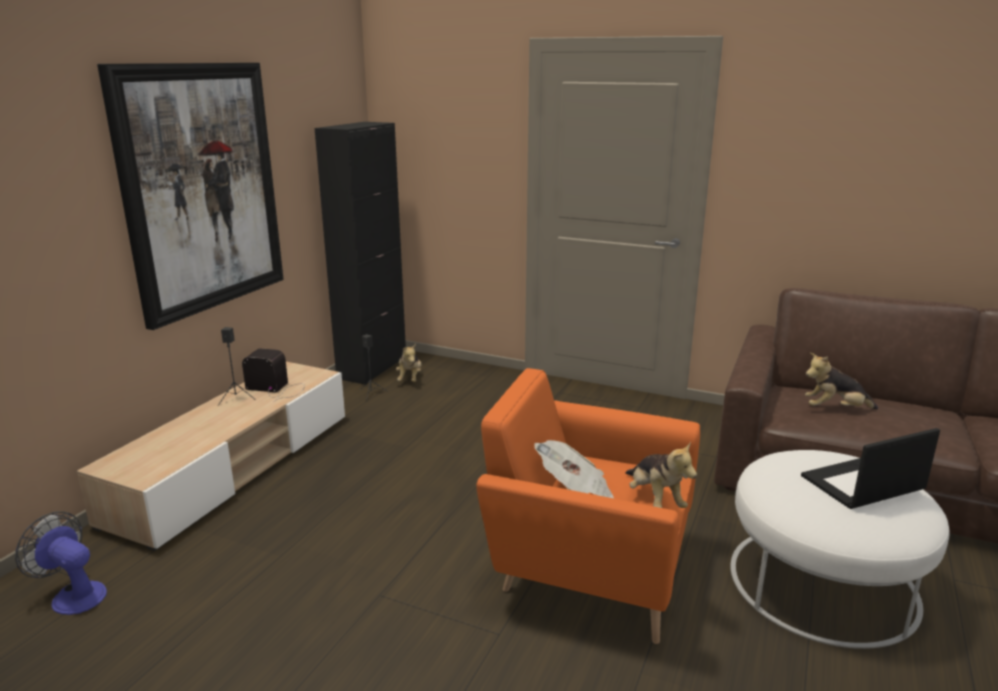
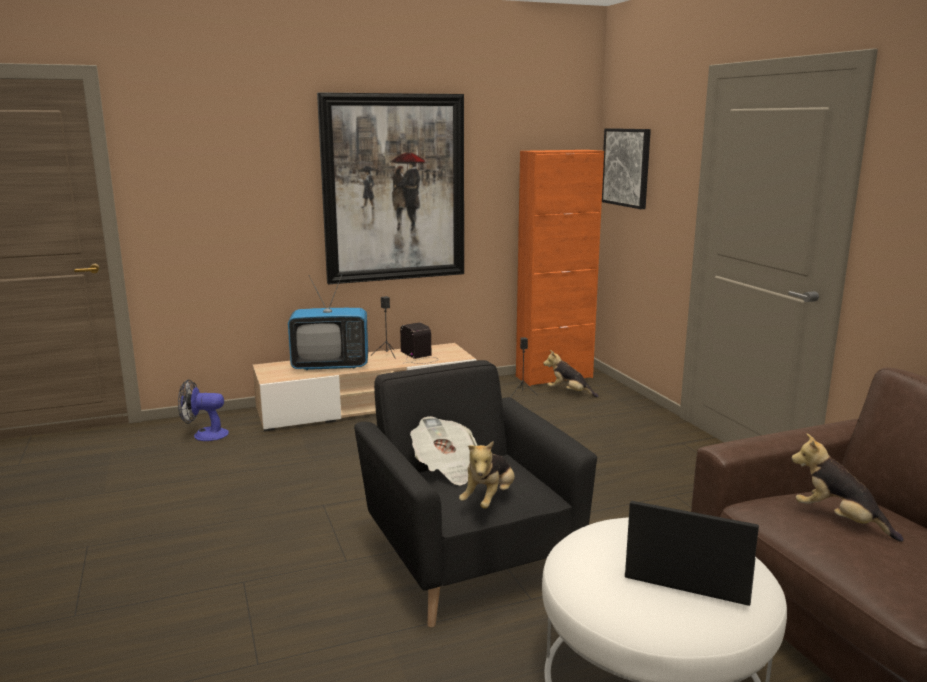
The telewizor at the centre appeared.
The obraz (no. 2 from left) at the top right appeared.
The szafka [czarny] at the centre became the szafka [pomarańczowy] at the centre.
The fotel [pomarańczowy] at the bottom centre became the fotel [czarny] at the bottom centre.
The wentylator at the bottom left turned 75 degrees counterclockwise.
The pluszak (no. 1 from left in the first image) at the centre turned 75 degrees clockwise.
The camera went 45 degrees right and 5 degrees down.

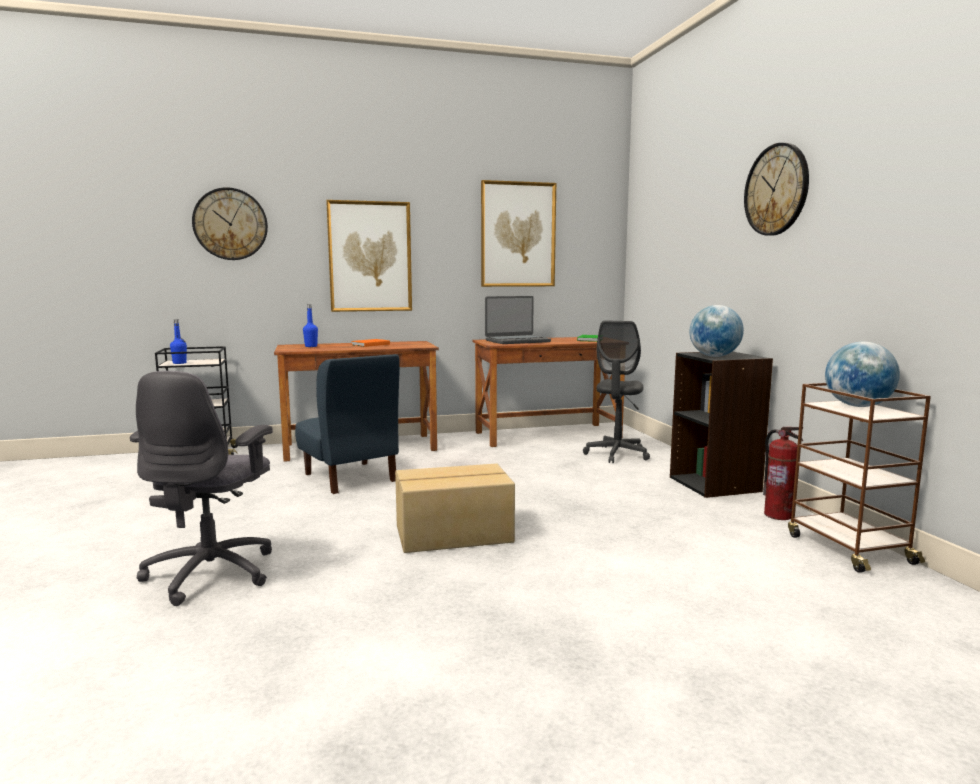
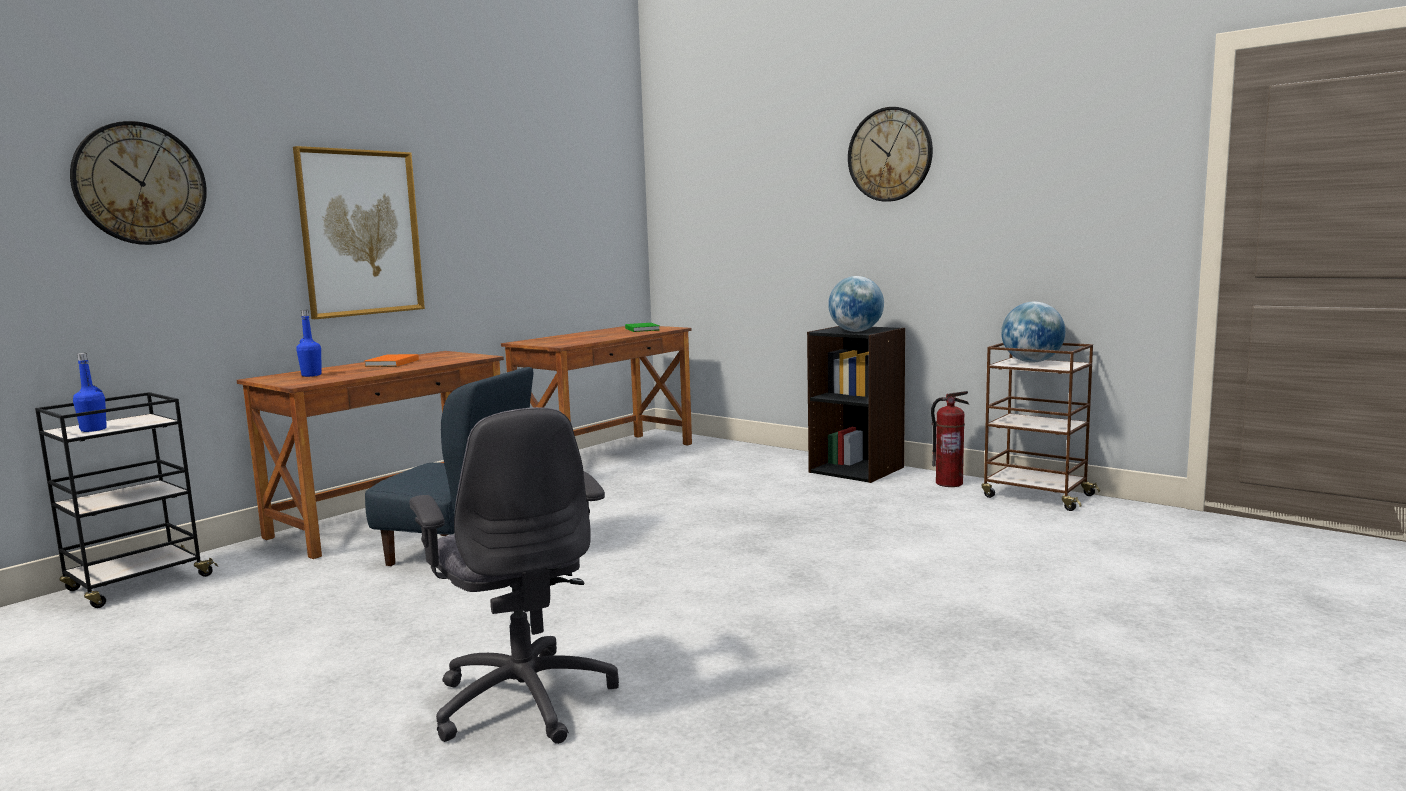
The karton at the centre disappeared.
The obraz (no. 2 from left) at the top centre disappeared.
The laptop at the centre disappeared.
The krzesło biurowe [szary] (no. 2 from left) at the centre disappeared.
The camera went 35 degrees left and 0 degrees up.

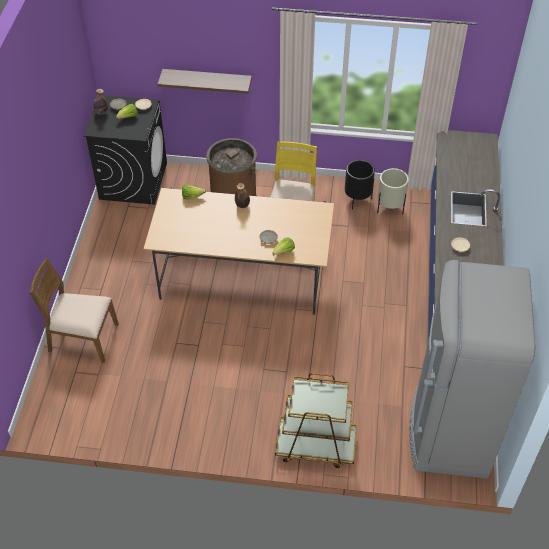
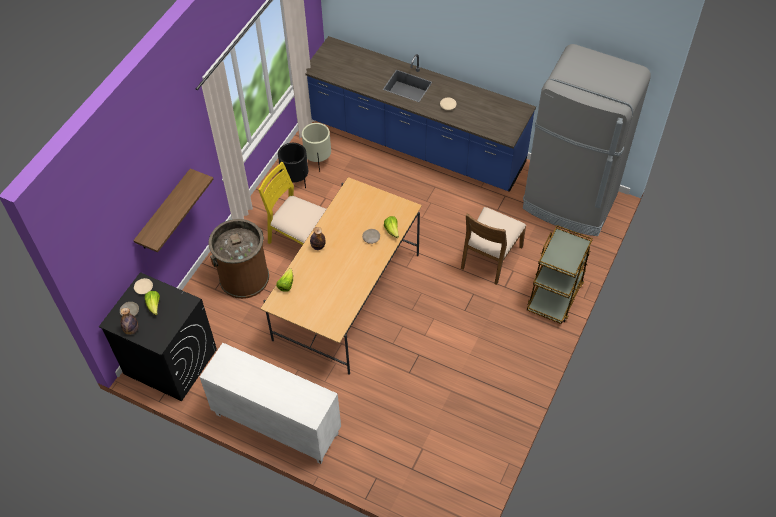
The szafka [biały] at the bottom centre appeared.
The krzesło [brązowy] moved from the middle left to the centre.
The camera went 70 degrees left and 5 degrees up.

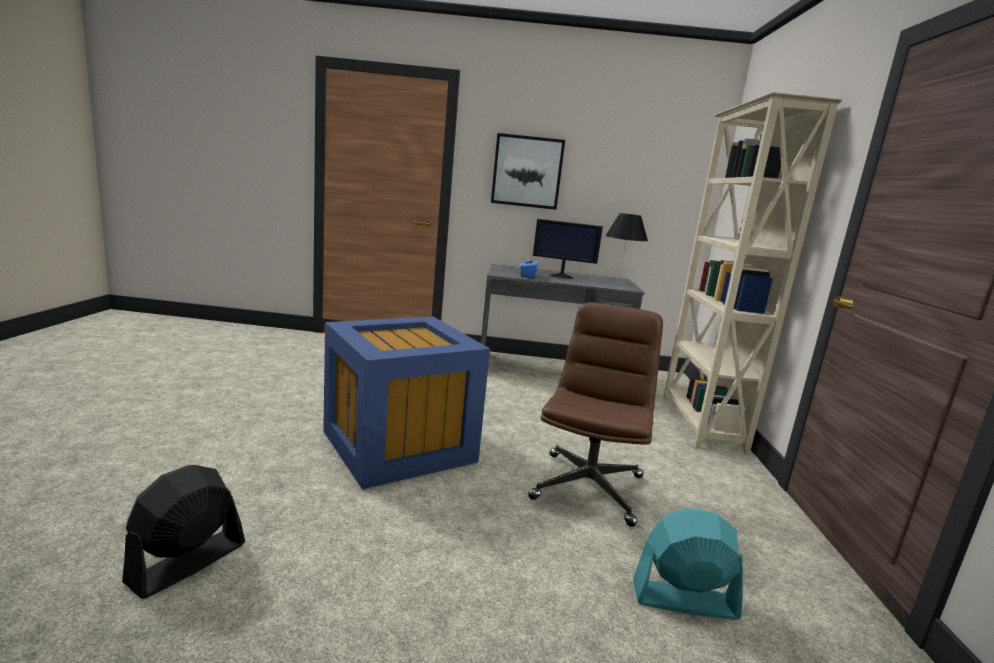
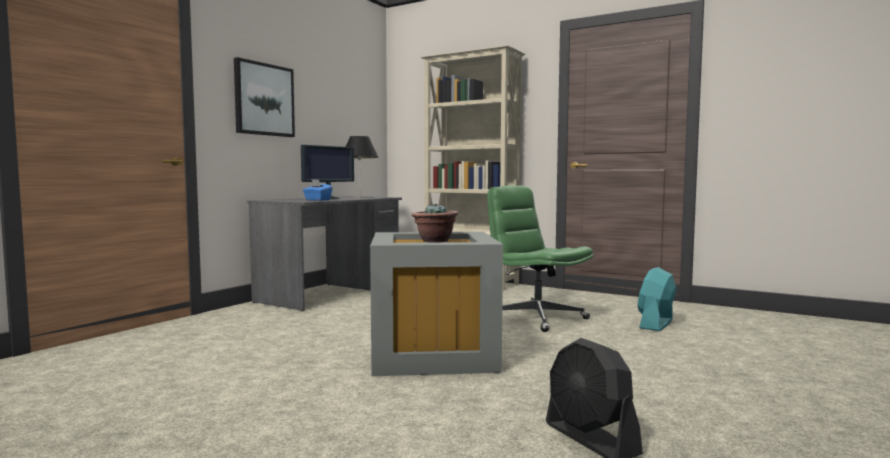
The roślina doniczkowa at the centre appeared.
The pojemnik do przechowywania [niebieski] at the centre became the pojemnik do przechowywania [szary] at the centre.
The krzesło biurowe [brązowy] at the centre became the krzesło biurowe [zielony] at the centre.
The camera went 60 degrees left and 10 degrees down.

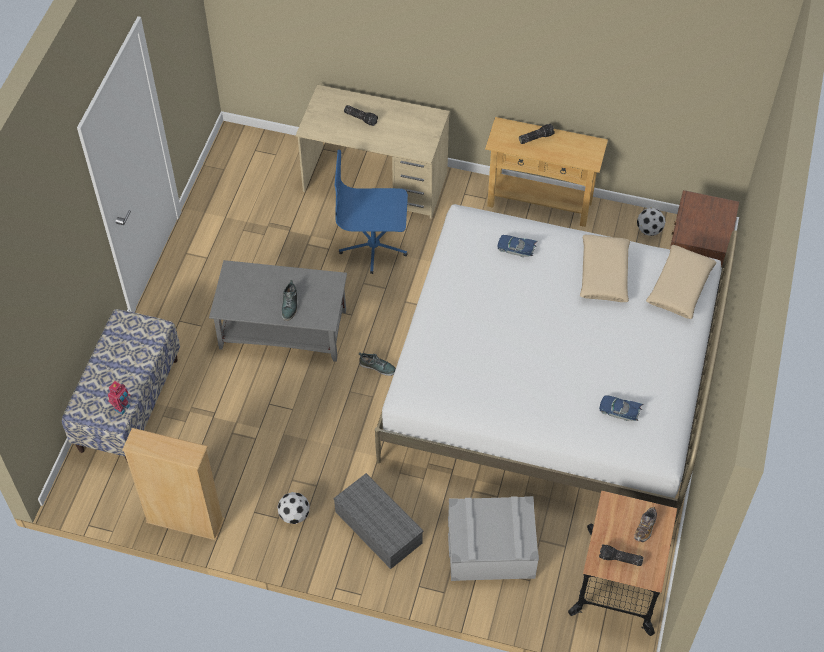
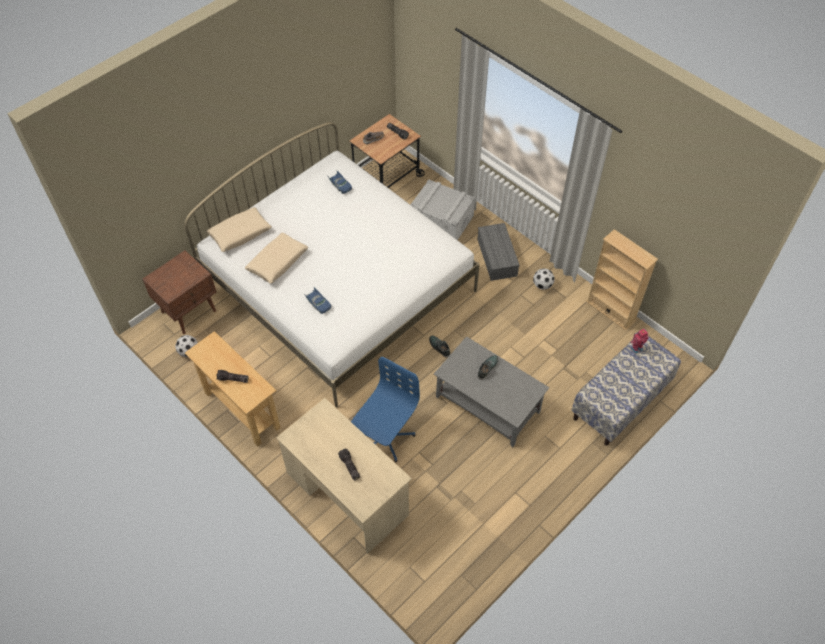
The krzesło biurowe [niebieski] at the top centre turned 90 degrees counterclockwise.
The camera went 150 degrees left and 0 degrees up.

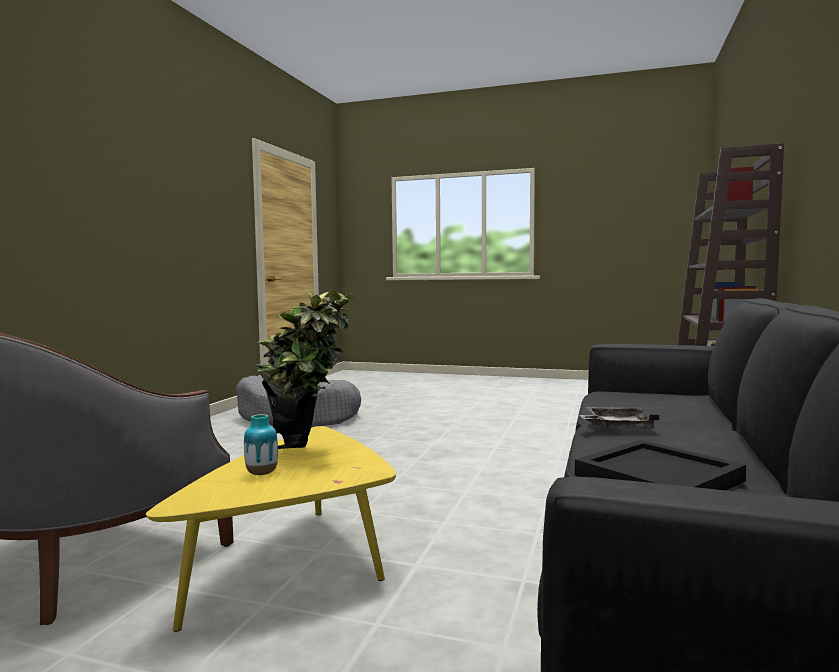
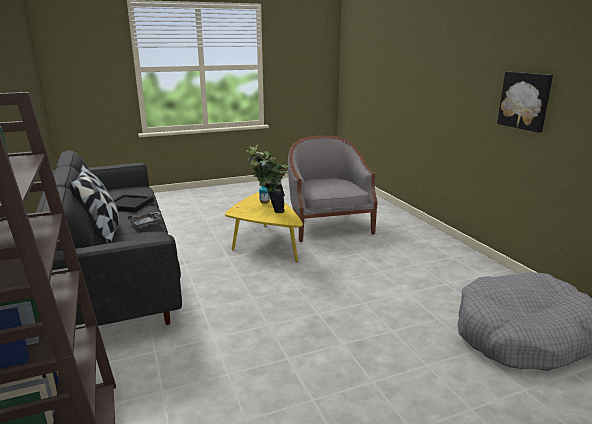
The poduszka at the middle left appeared.
The obraz at the top right appeared.
The camera went 140 degrees right and 15 degrees up.

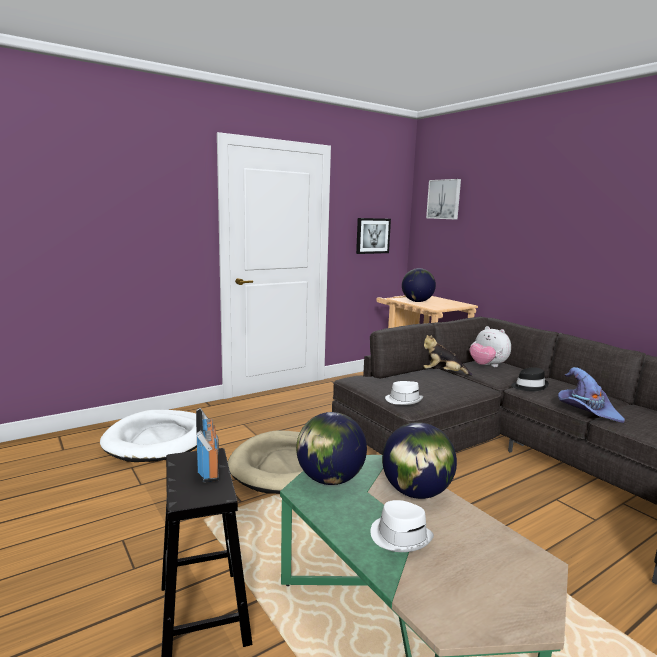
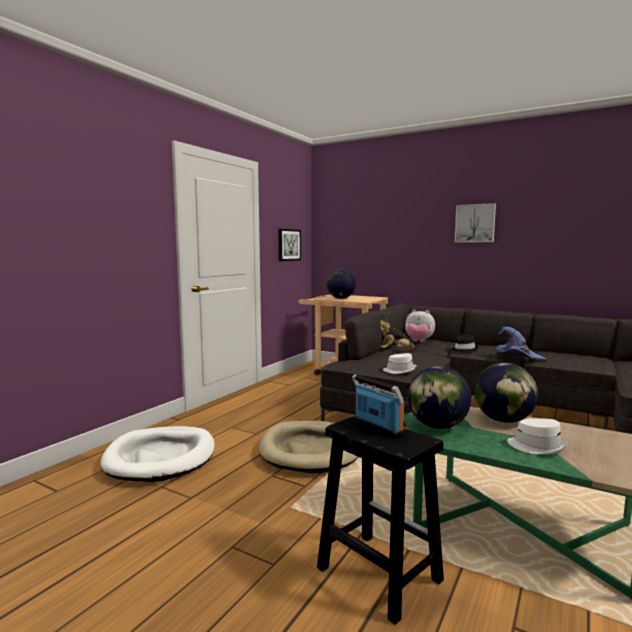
The obraz (no. 2 from left) moved from the top right to the middle right.
The camera went 25 degrees left and 5 degrees down.

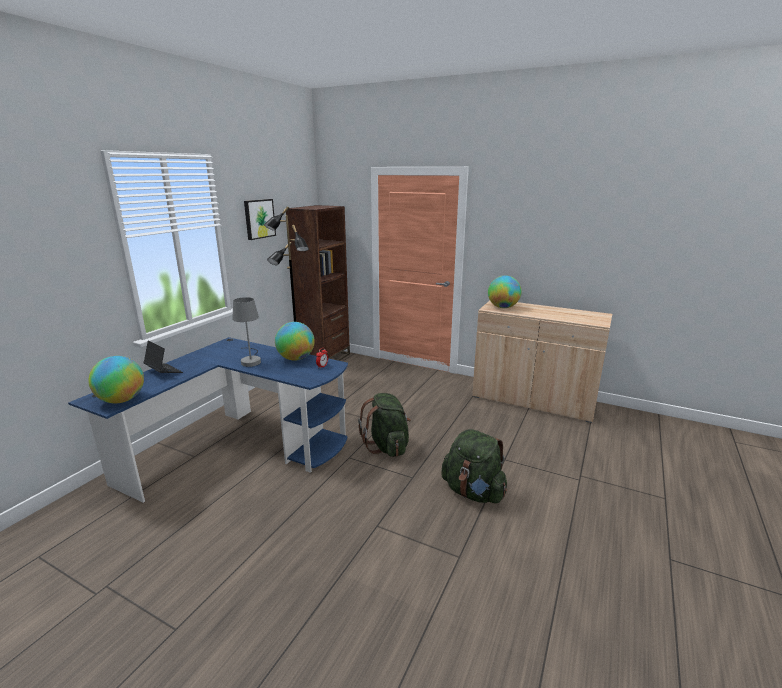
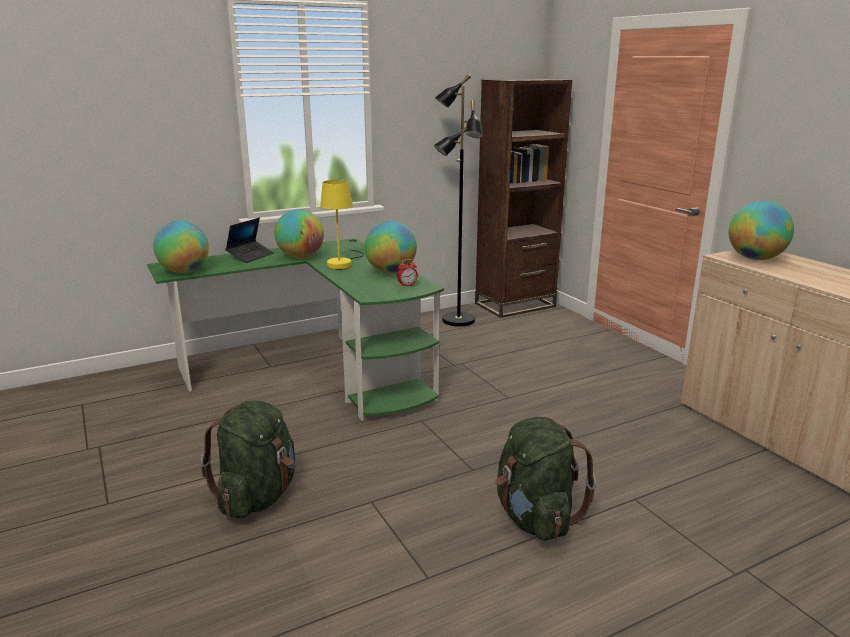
The obraz at the top left disappeared.
The globus (no. 2 from left) at the centre appeared.
The plecak [zielony] (no. 1 from left) moved from the centre to the bottom left.
The biurko [niebieski] at the middle left became the biurko [zielony] at the centre.
The lampa stołowa [szary] at the middle left became the lampa stołowa [żółty] at the centre.
The laptop at the middle left turned 45 degrees clockwise.
The camera went 35 degrees right and 0 degrees up.

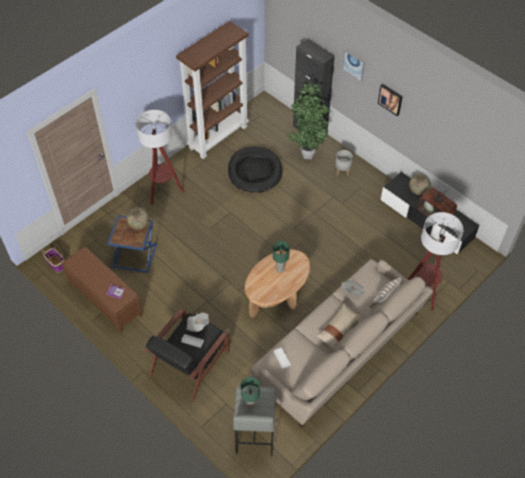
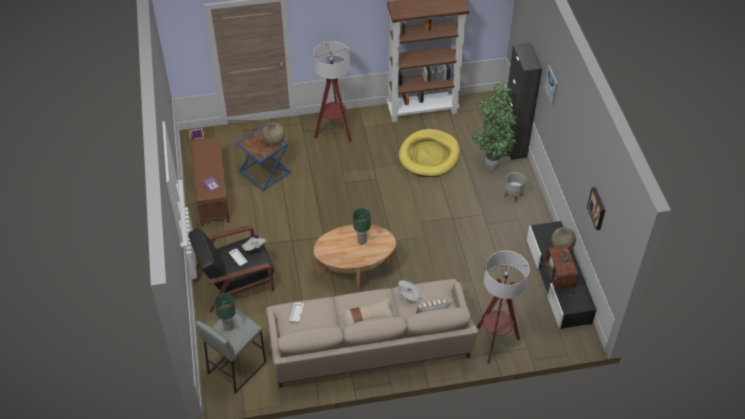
The obraz (no. 2 from left) moved from the top right to the middle right.
The legowisko [czarny] at the centre became the legowisko [żółty] at the centre.
The camera went 35 degrees right and 5 degrees down.

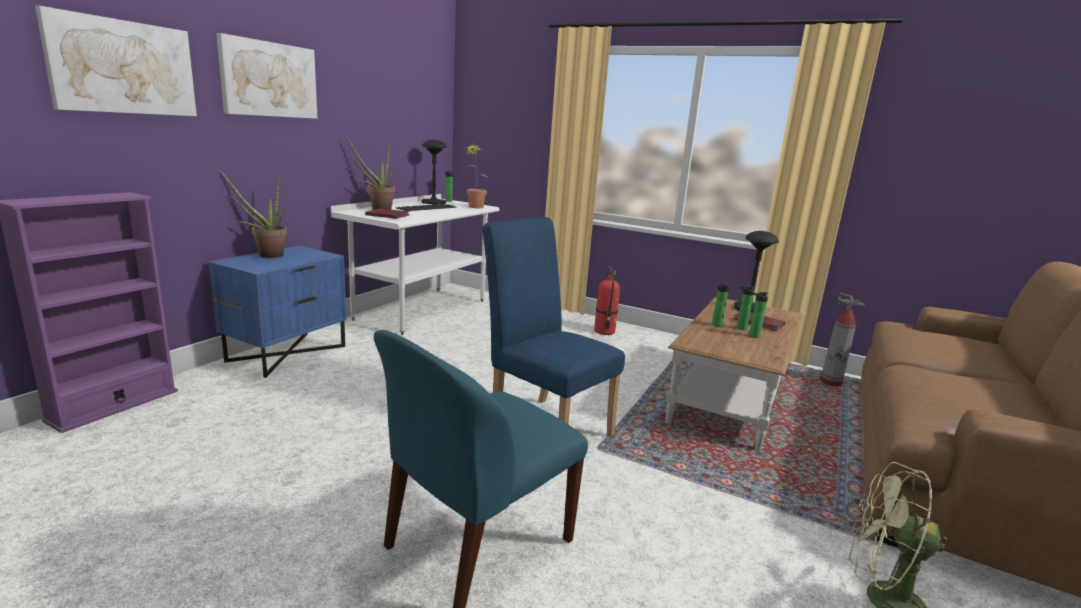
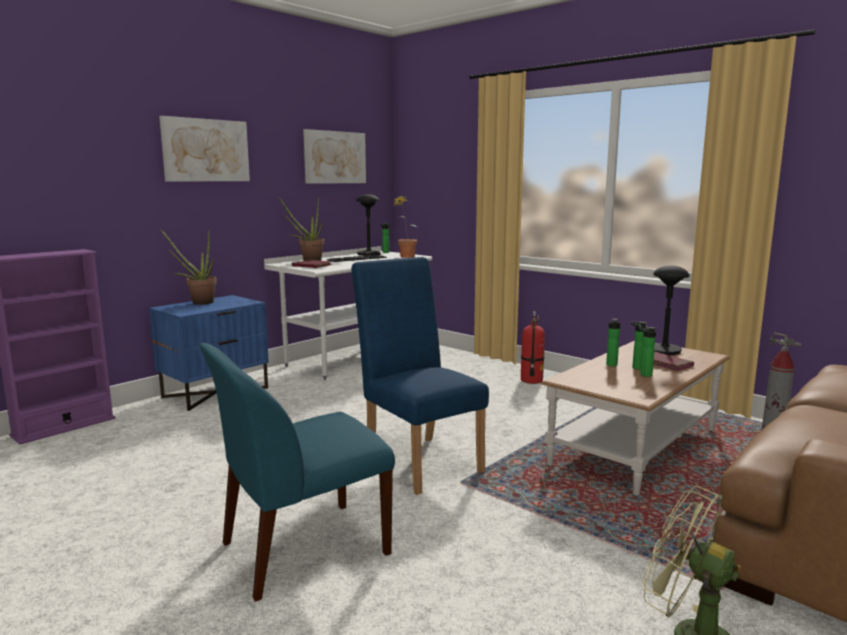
The obraz (no. 1 from left in the first image) moved from the top left to the top centre.
The camera went 15 degrees right and 5 degrees down.

